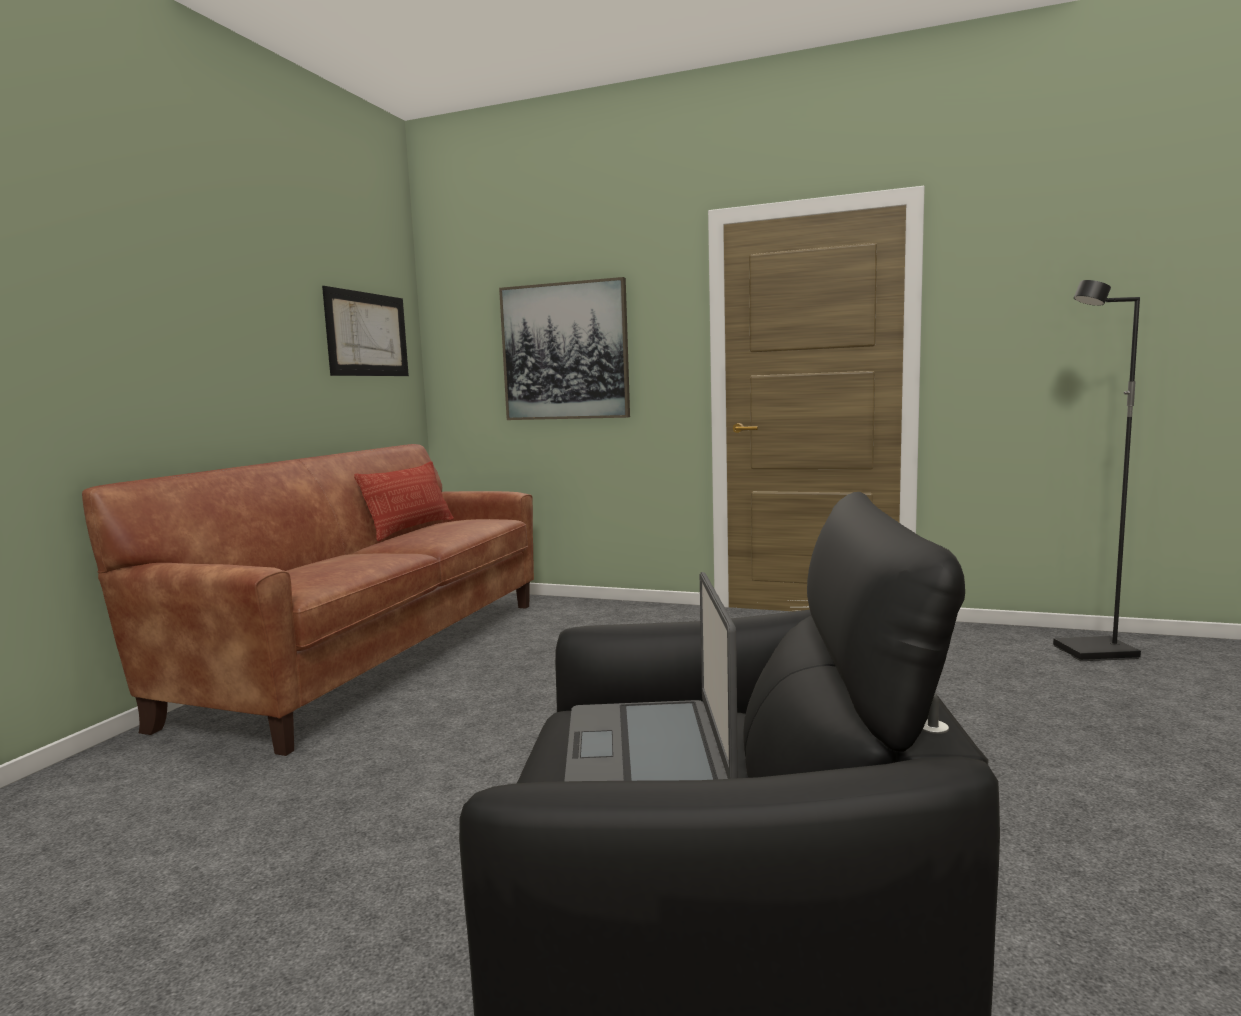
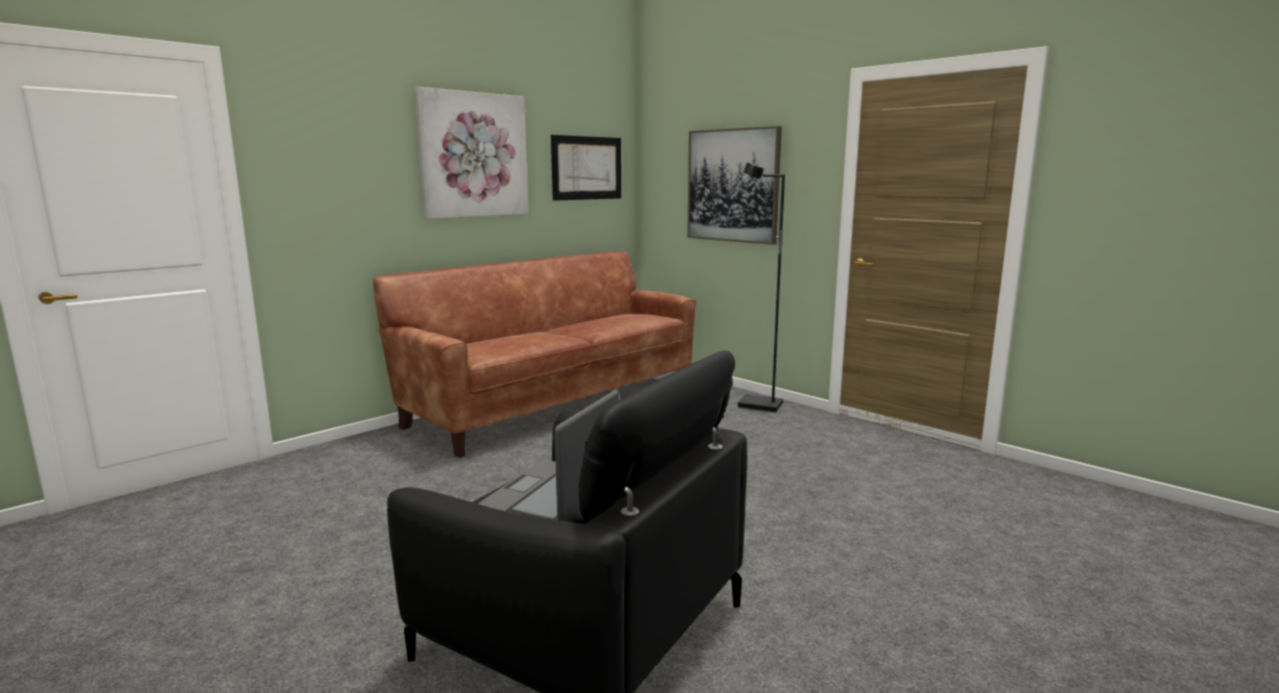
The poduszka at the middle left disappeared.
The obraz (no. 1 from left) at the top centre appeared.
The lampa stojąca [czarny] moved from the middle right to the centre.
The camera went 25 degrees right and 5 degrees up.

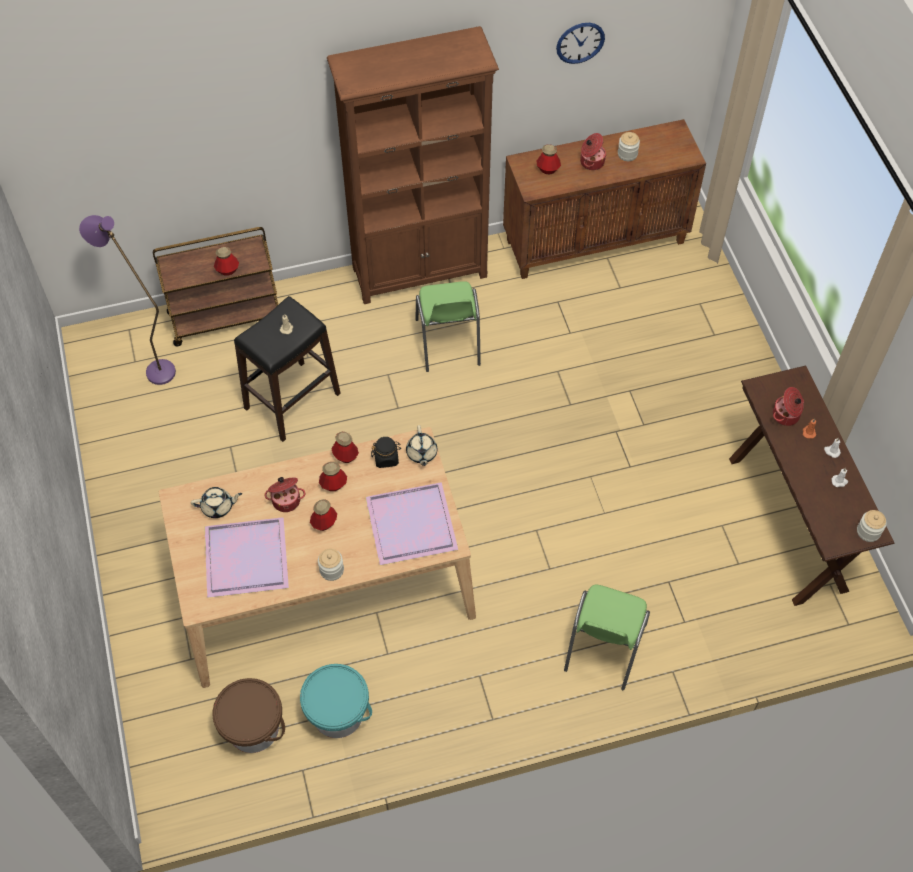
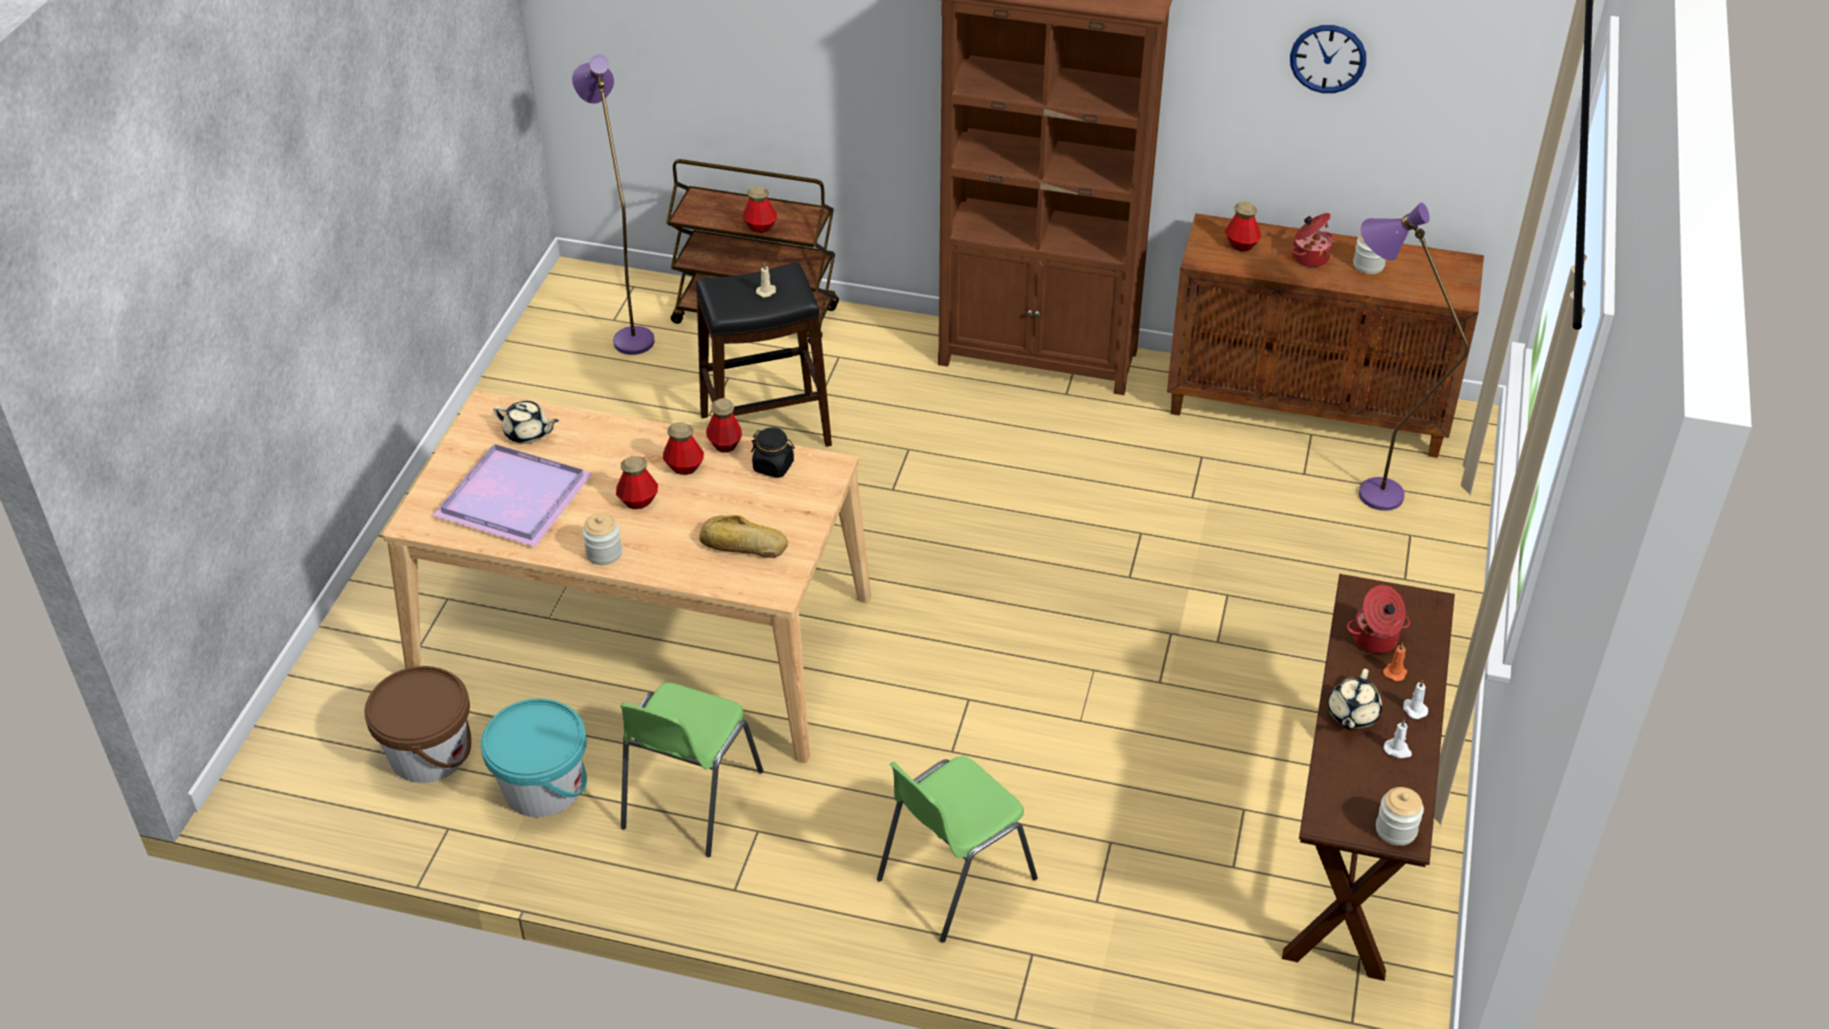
The garnek (no. 1 from left) at the middle left disappeared.
The lampa stojąca [fioletowy] (no. 2 from left) at the middle right appeared.
The imbryk [beżowy] (no. 2 from left) moved from the centre to the bottom right.
The krzesło [zielony] (no. 1 from left) moved from the centre to the bottom centre.
The taca [fioletowy] (no. 2 from left) at the centre was replaced by the chleb at the centre.
The camera went 30 degrees right and 15 degrees down.

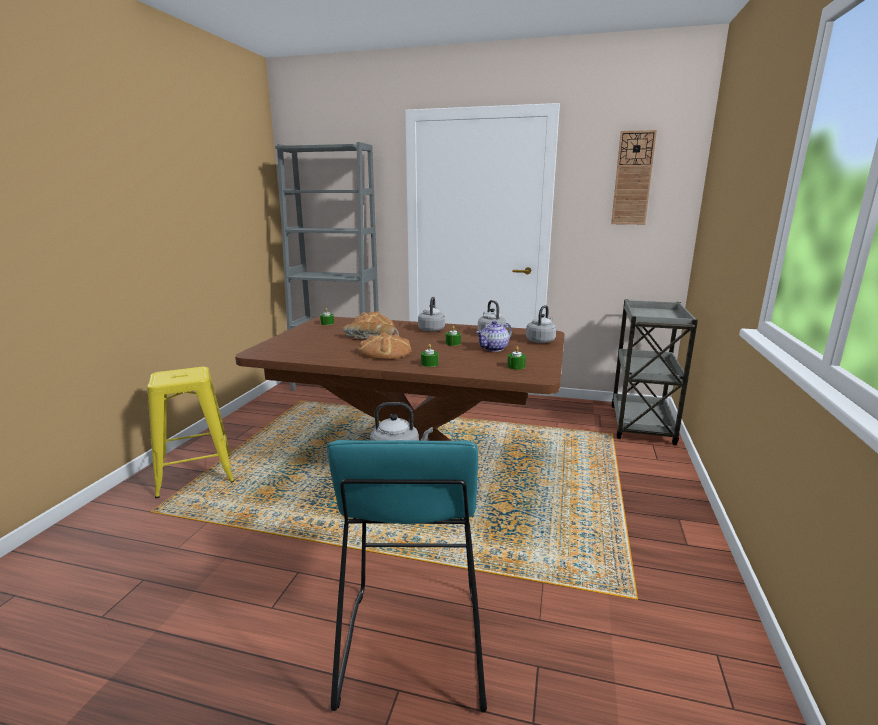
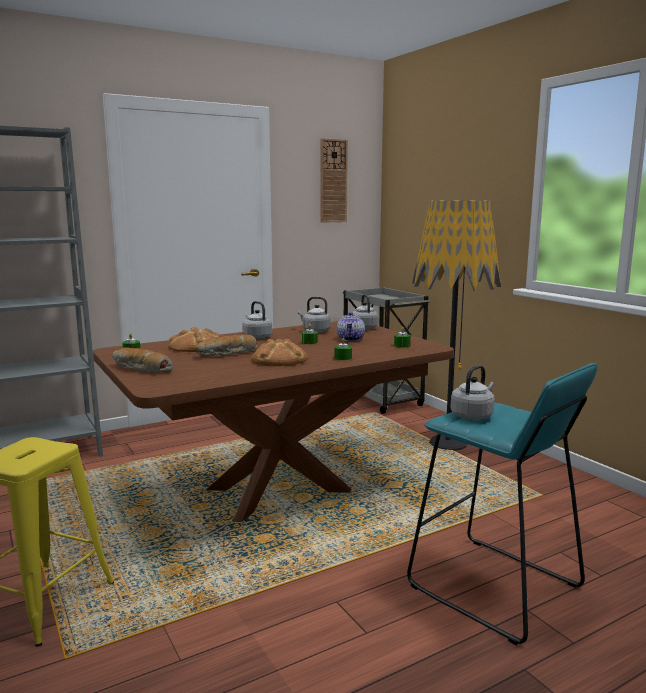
The chleb (no. 1 from left) at the middle left appeared.
The lampa stojąca at the middle right appeared.
The camera went 45 degrees left and 5 degrees down.

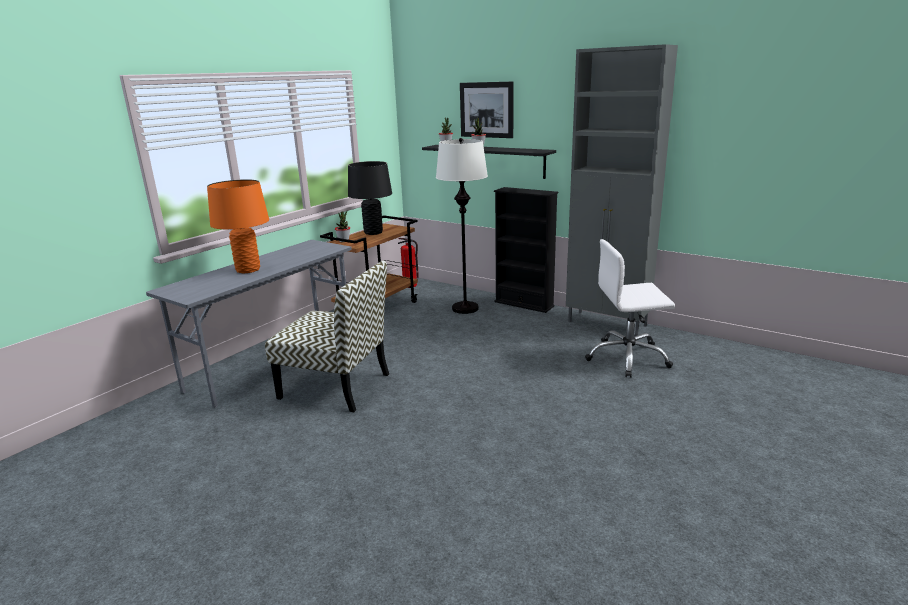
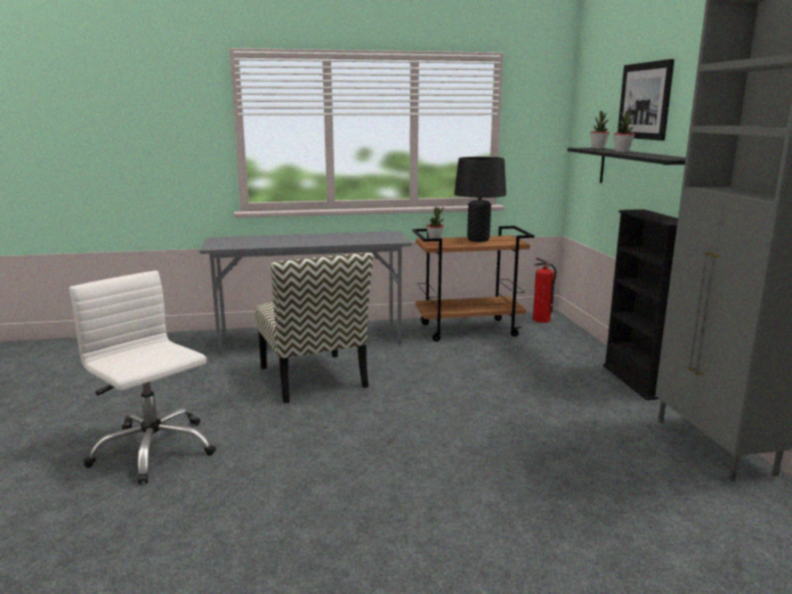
The lampa stołowa [pomarańczowy] at the middle left disappeared.
The lampa stojąca [biały] at the centre disappeared.
The krzesło biurowe [biały] moved from the middle right to the middle left.
The camera went 45 degrees right and 5 degrees down.

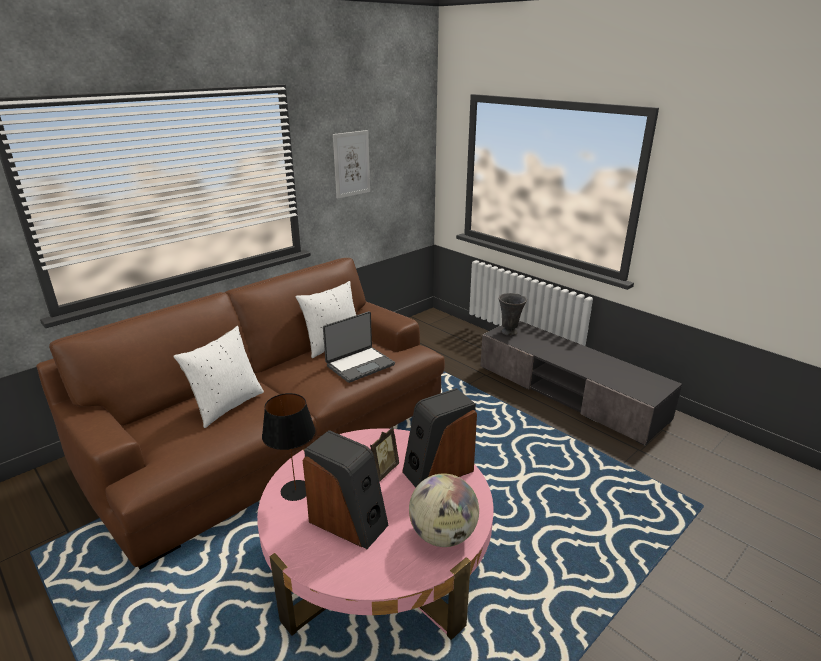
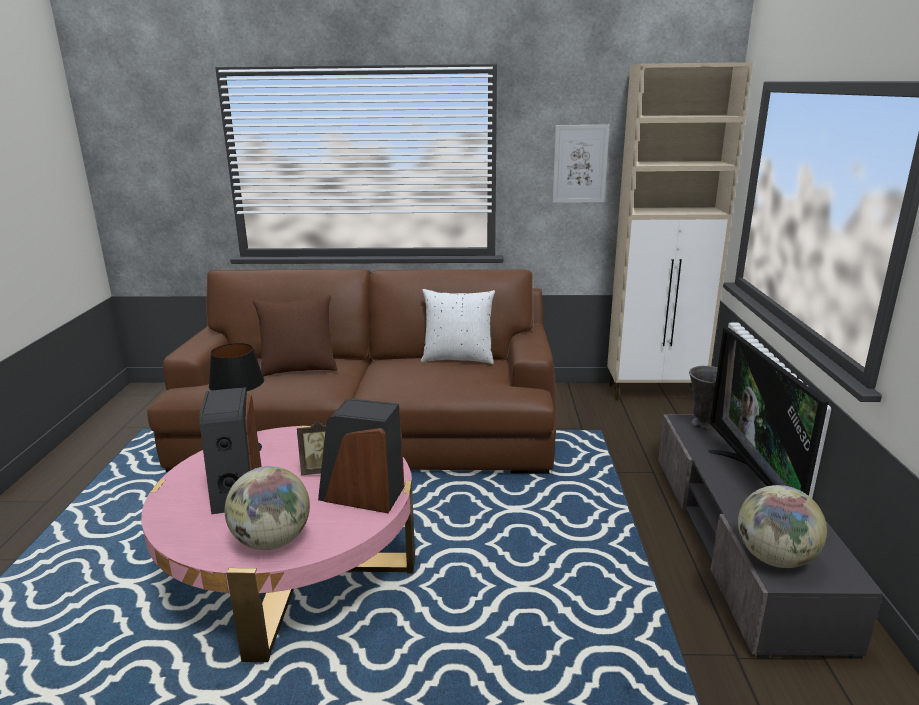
The laptop at the centre disappeared.
The szafka [beżowy] at the top right appeared.
The telewizor at the middle right appeared.
The globus (no. 2 from left) at the bottom right appeared.
The poduszka [biały] (no. 1 from left) at the middle left became the poduszka [brązowy] at the middle left.
The camera went 45 degrees right and 5 degrees down.

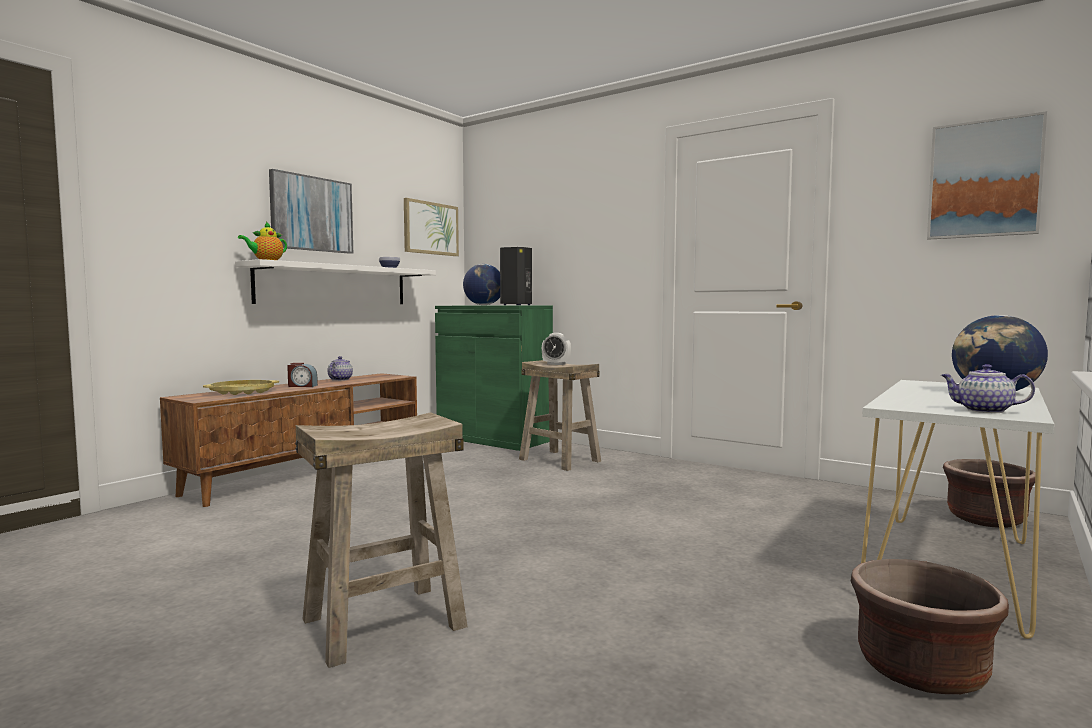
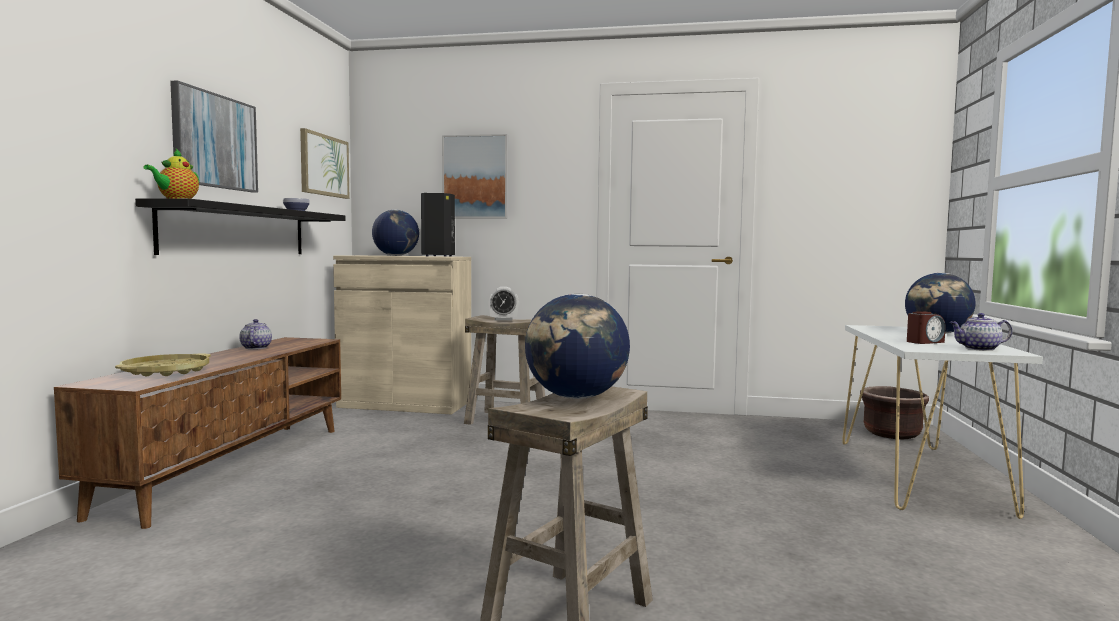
The donica [brązowy] (no. 1 from left) at the bottom right disappeared.
The globus (no. 2 from left) at the centre appeared.
The budzik (no. 1 from left in the first image) moved from the middle left to the middle right.
The obraz (no. 3 from left) moved from the top right to the top centre.
The półka [biały] at the middle left became the półka [czarny] at the middle left.
The szafka [zielony] at the centre became the szafka [beżowy] at the centre.
The camera went 25 degrees left and 0 degrees up.

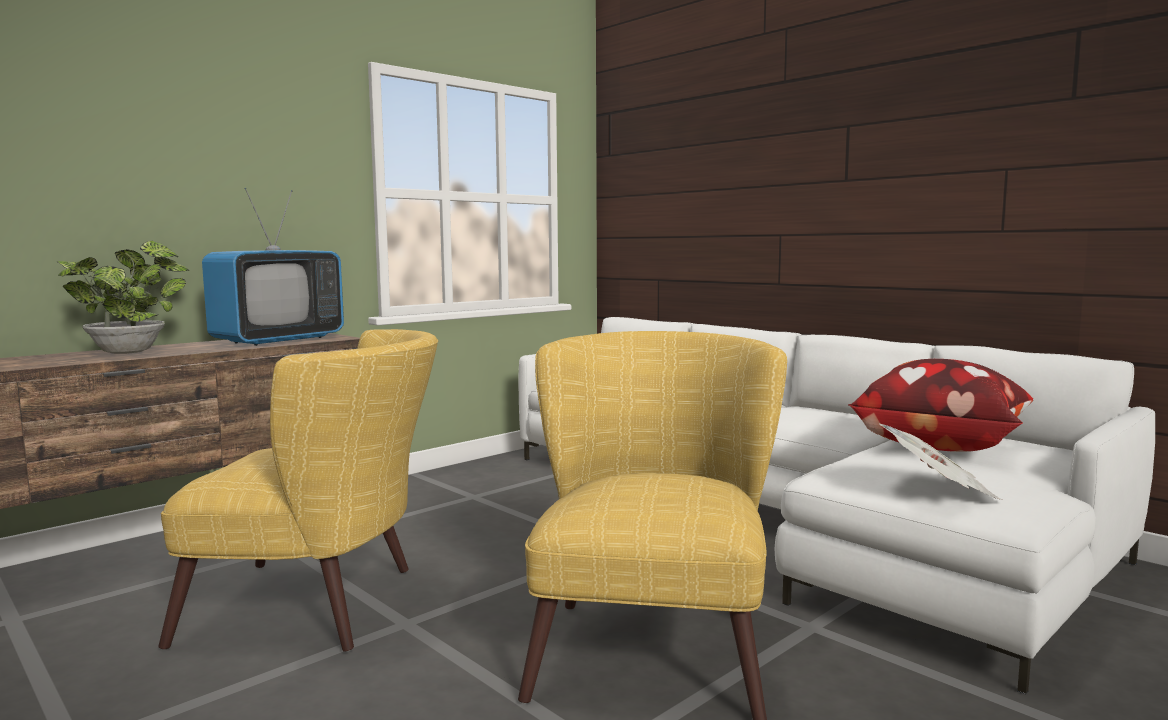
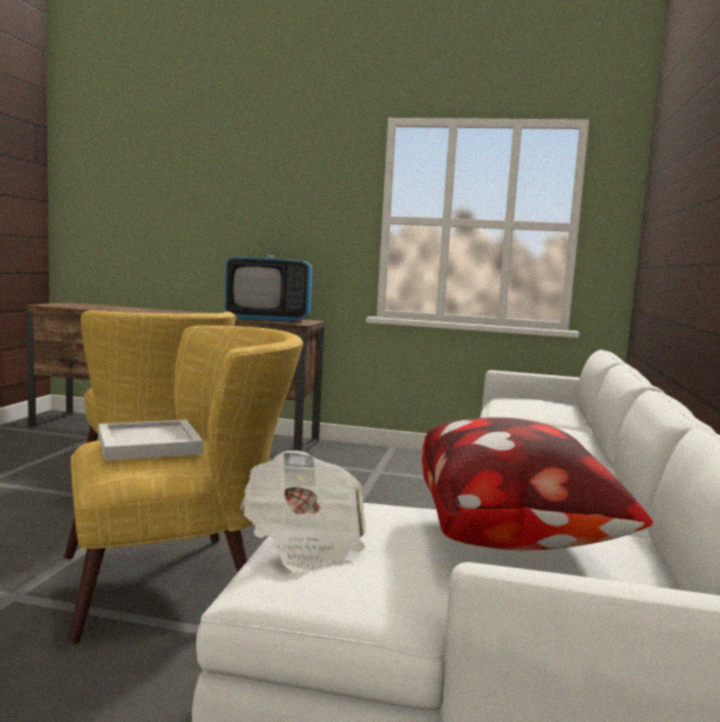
The roślina doniczkowa at the middle left disappeared.
The taca [biały] at the middle left appeared.
The camera went 55 degrees right and 0 degrees up.

